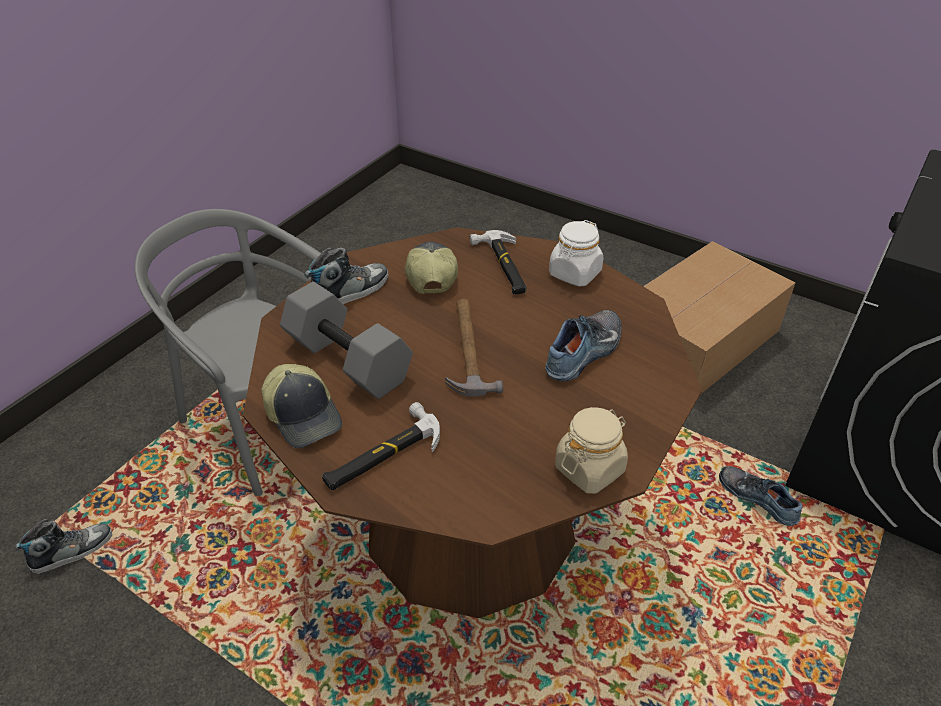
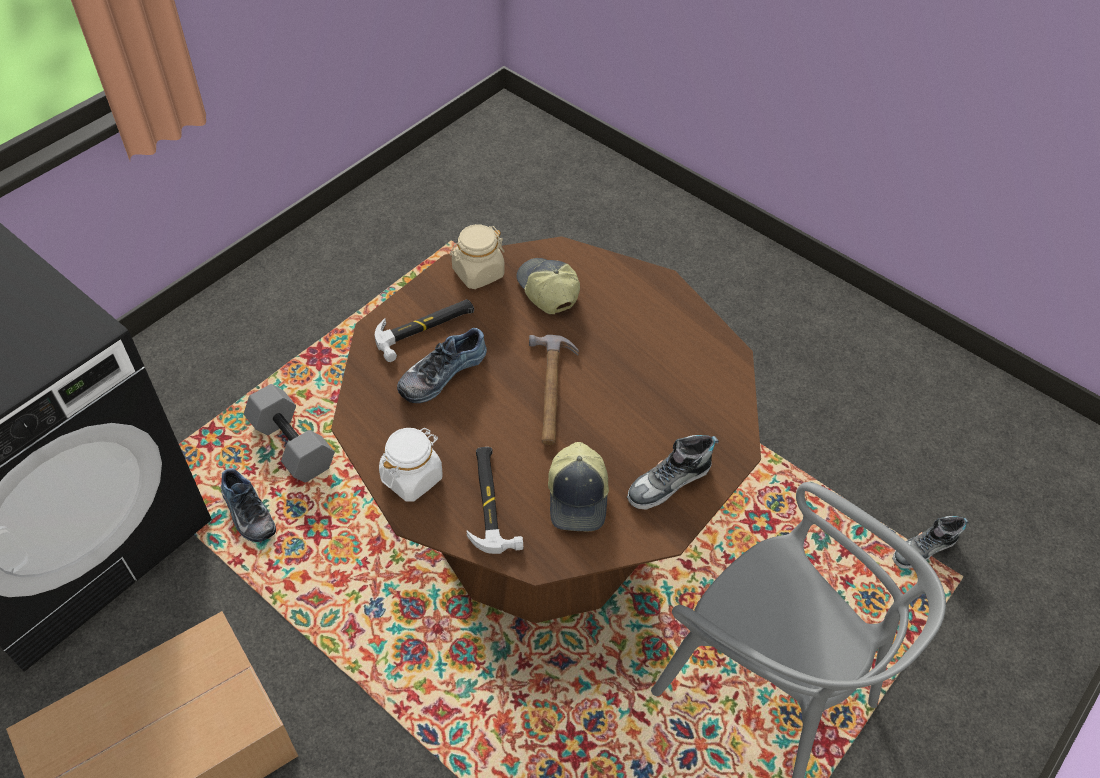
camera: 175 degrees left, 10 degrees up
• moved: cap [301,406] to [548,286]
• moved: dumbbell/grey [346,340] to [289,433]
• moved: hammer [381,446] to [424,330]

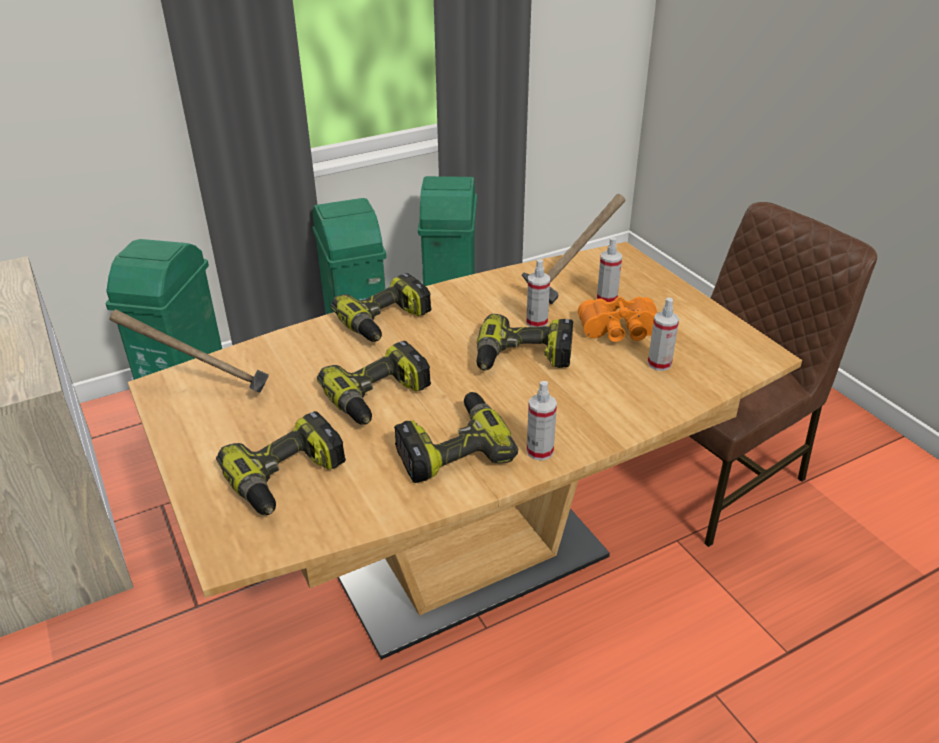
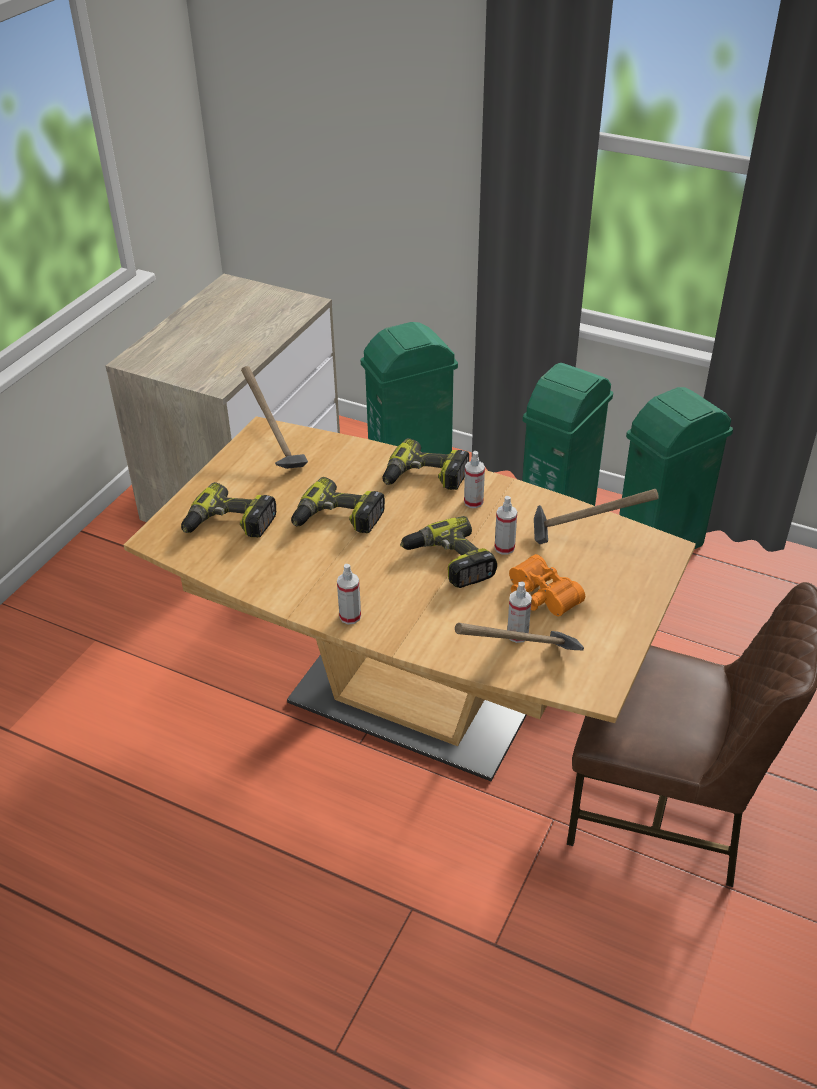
camera: 55 degrees right, 5 degrees up
• removed: power drill [456,437]
• added: hammer [519,636]
• moved: spray bottle [609,269] to [474,479]

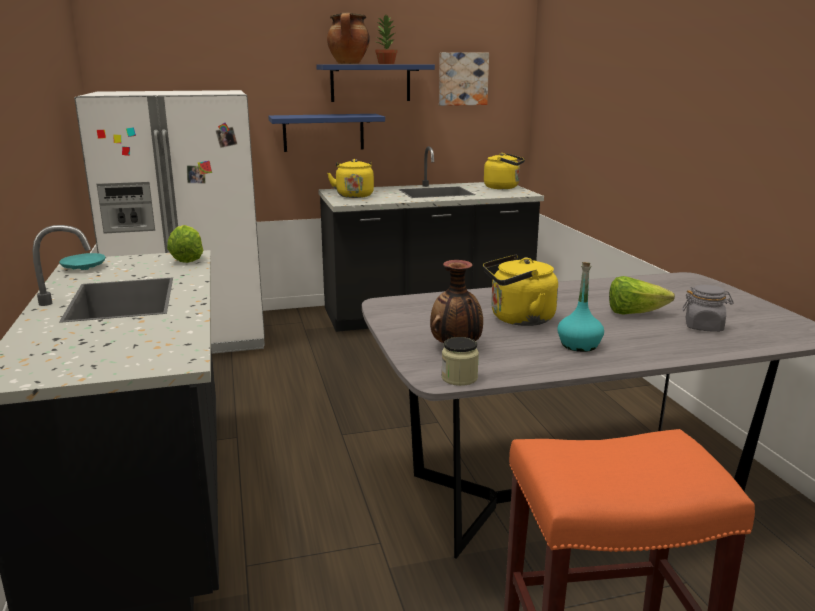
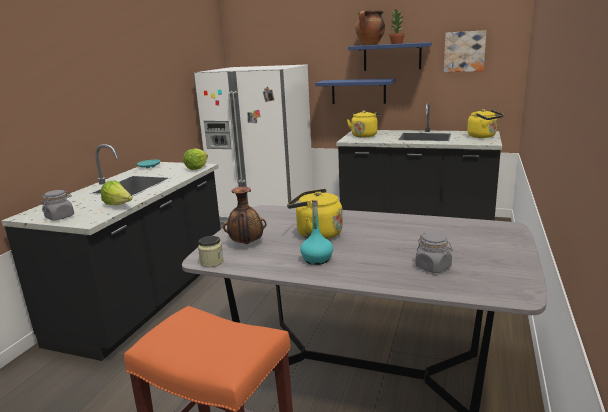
camera: 35 degrees right, 0 degrees up
• added: jar/grey [57,205]
• moved: lettuce [642,295] to [117,193]

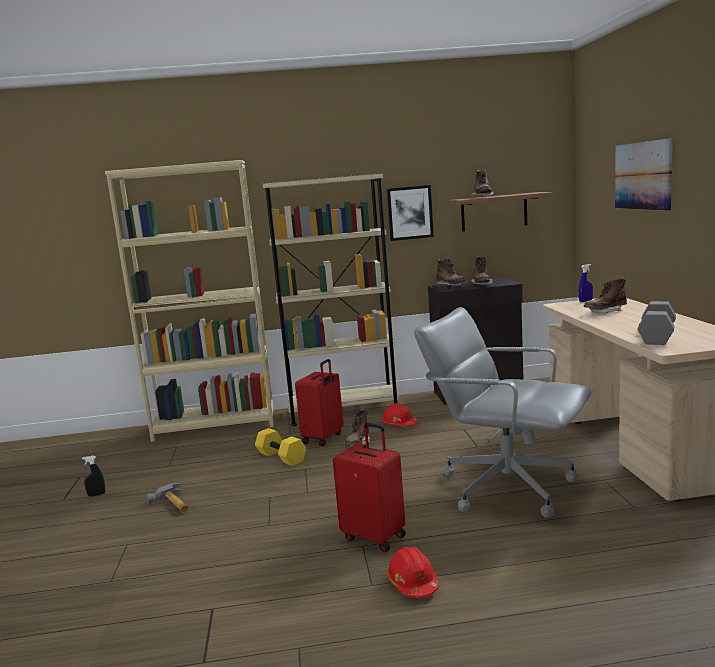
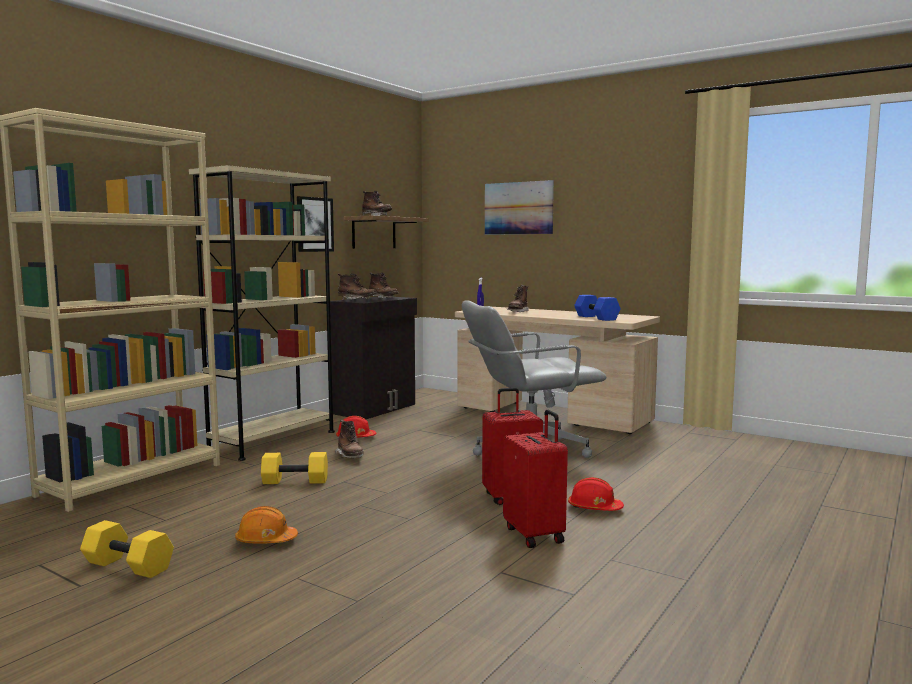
camera: 50 degrees left, 5 degrees down
• moved: suitcase/red [319,402] to [535,479]
• replaced: spray bottle/black [93,476] to dumbbell/yellow [127,549]
• replaced: hammer [166,497] to hard hat/orange [266,525]
• recoloured: dumbbell/grey [657,323] to dumbbell/blue [597,308]

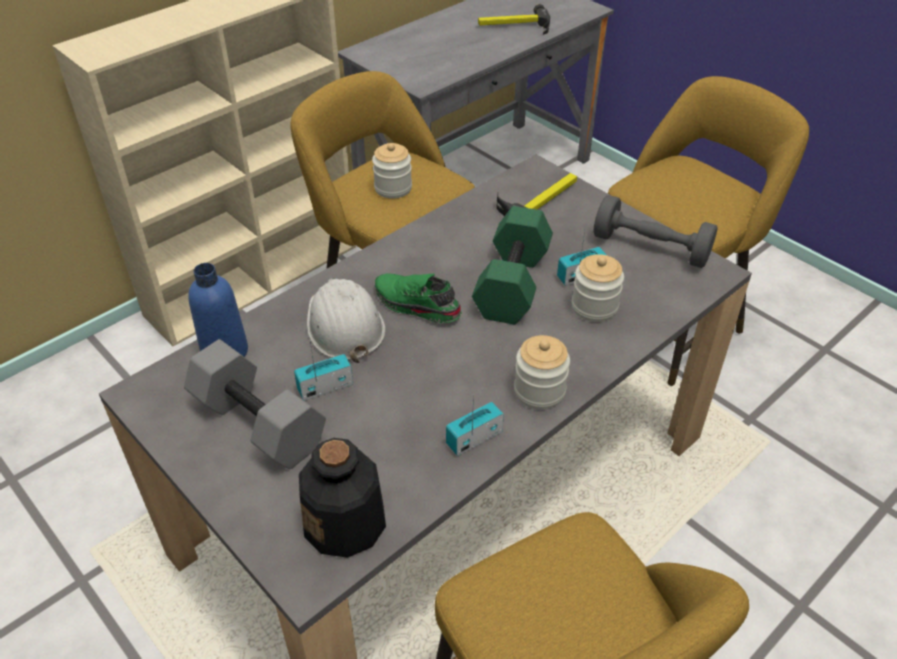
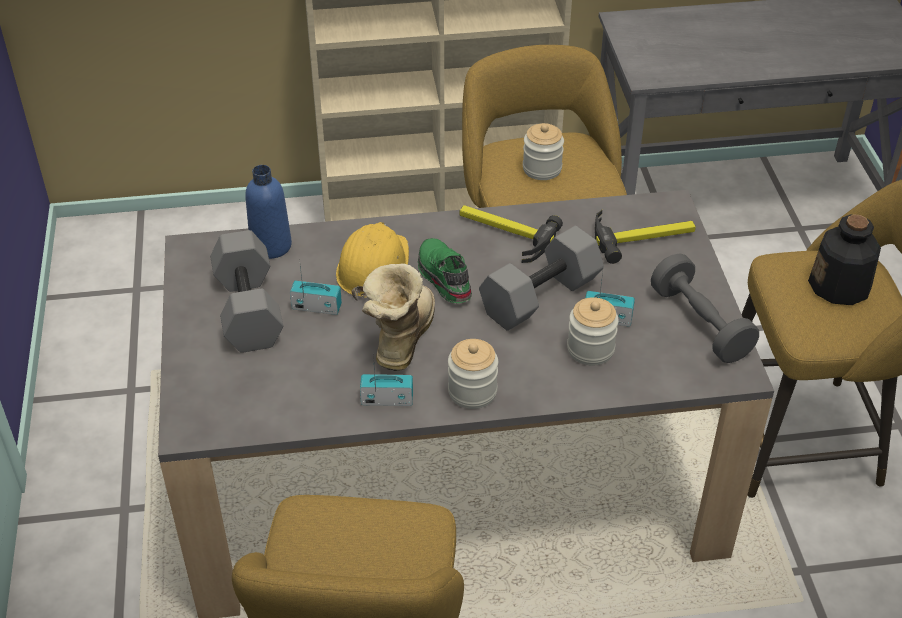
camera: 35 degrees right, 0 degrees up
• added: boot [398,317]
• moved: bottle [342,498] to [844,259]
• moved: hammer [514,19] to [511,234]
• recoloured: hard hat/white [346,320] to hard hat/yellow [372,261]
• recoloured: dumbbell/green [512,265] to dumbbell/grey [541,278]

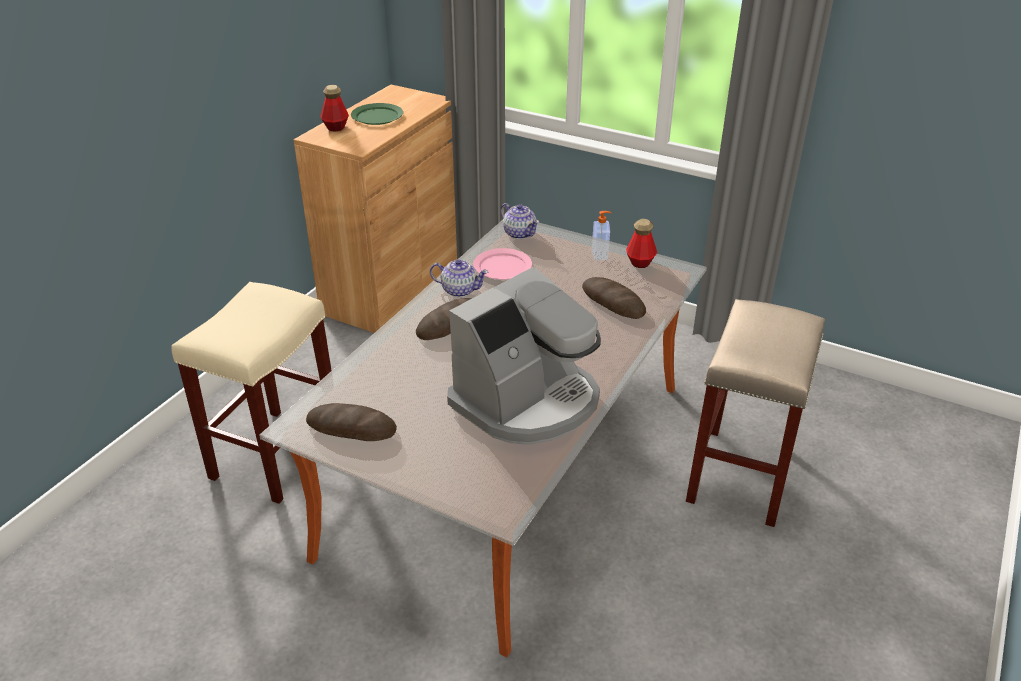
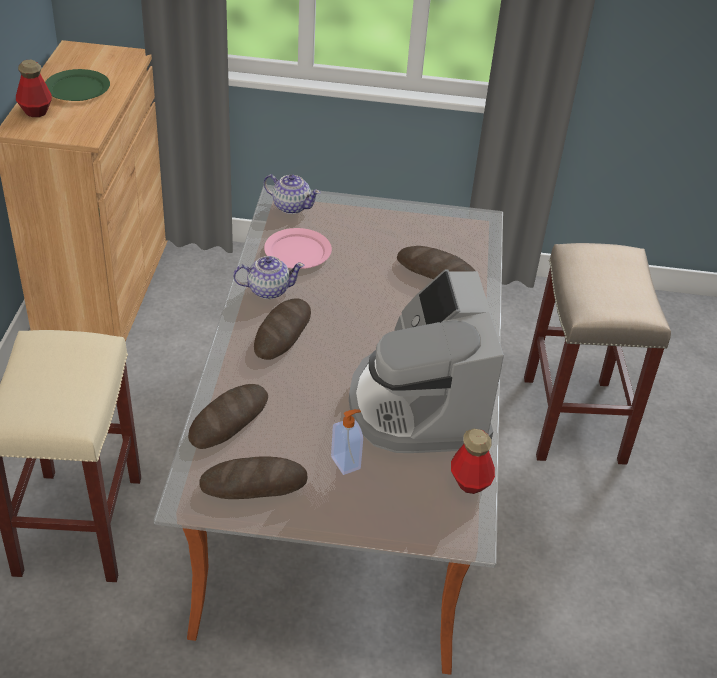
camera: 25 degrees left, 5 degrees up
• added: bread [228,416]
• moved: soap dispenser [601,236] to [347,442]
• moved: bottle [641,243] to [473,461]
• turned: coffee machine [524,356] = [426,361] 150 degrees clockwise

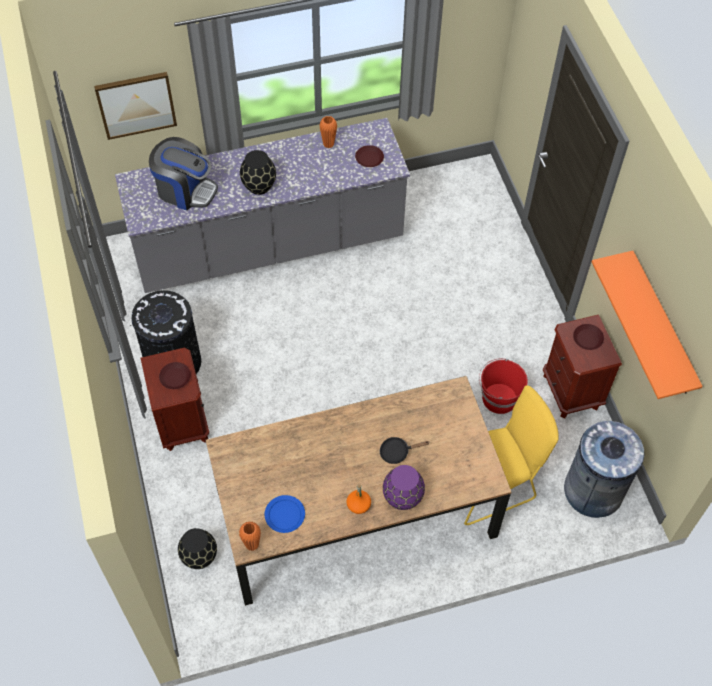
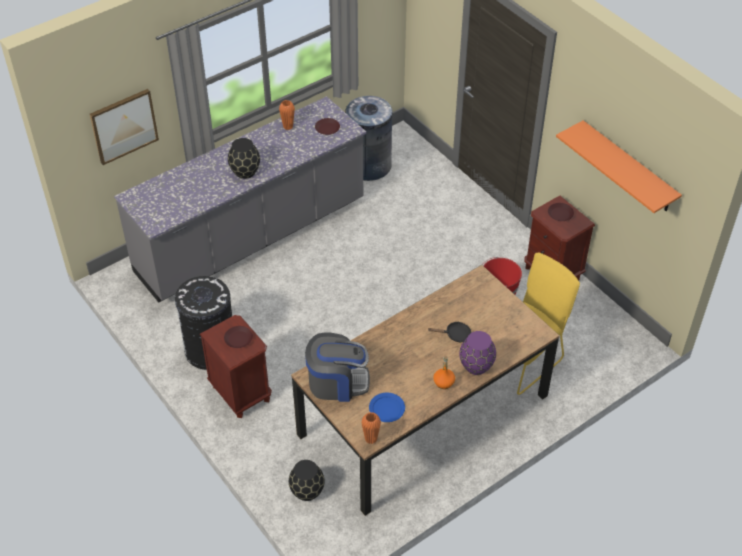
camera: 20 degrees left, 10 degrees down
• moved: coffee machine [183,173] to [337,367]
• moved: trash can/grey [604,469] to [369,138]
• turned: frying pan/black [404,450] = [450,332] 150 degrees counterclockwise

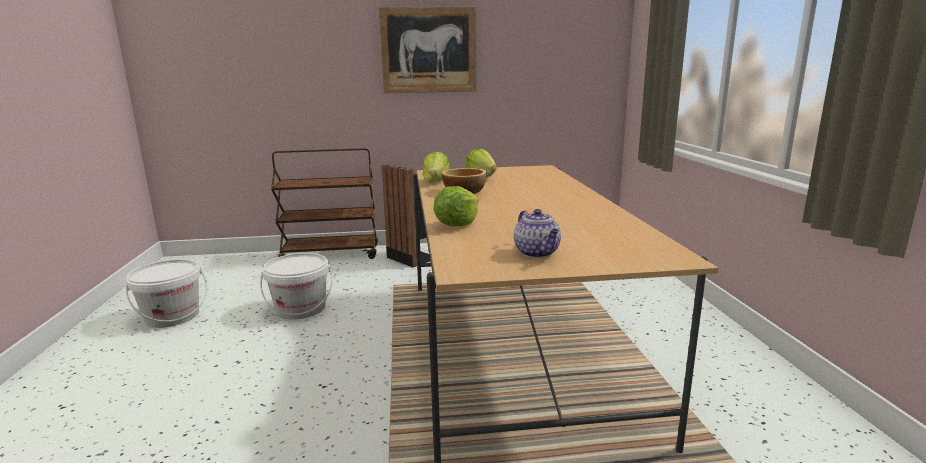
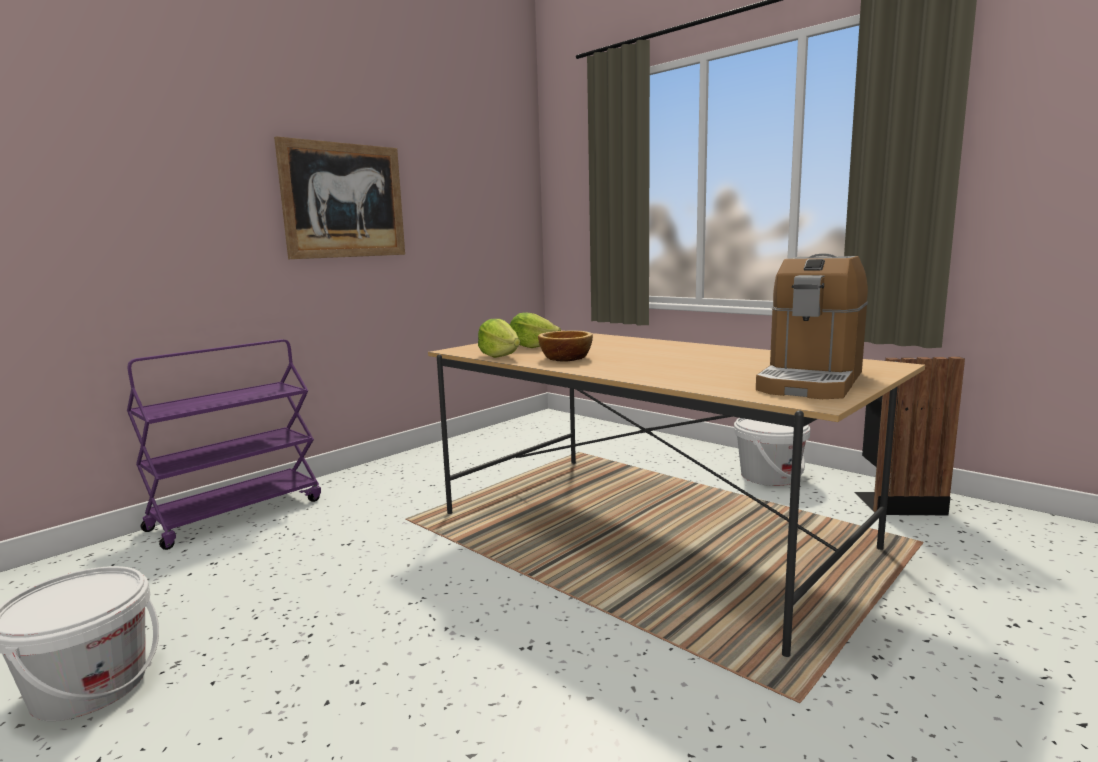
camera: 40 degrees left, 5 degrees down
• removed: lettuce [456,206]
• moved: bucket/white [296,286] to [772,452]
• moved: trash can/black [406,215] to [909,436]
• replaced: teapot [537,233] to coffee machine [812,326]
• recoloured: cart/brown [324,203] to cart/purple [224,444]

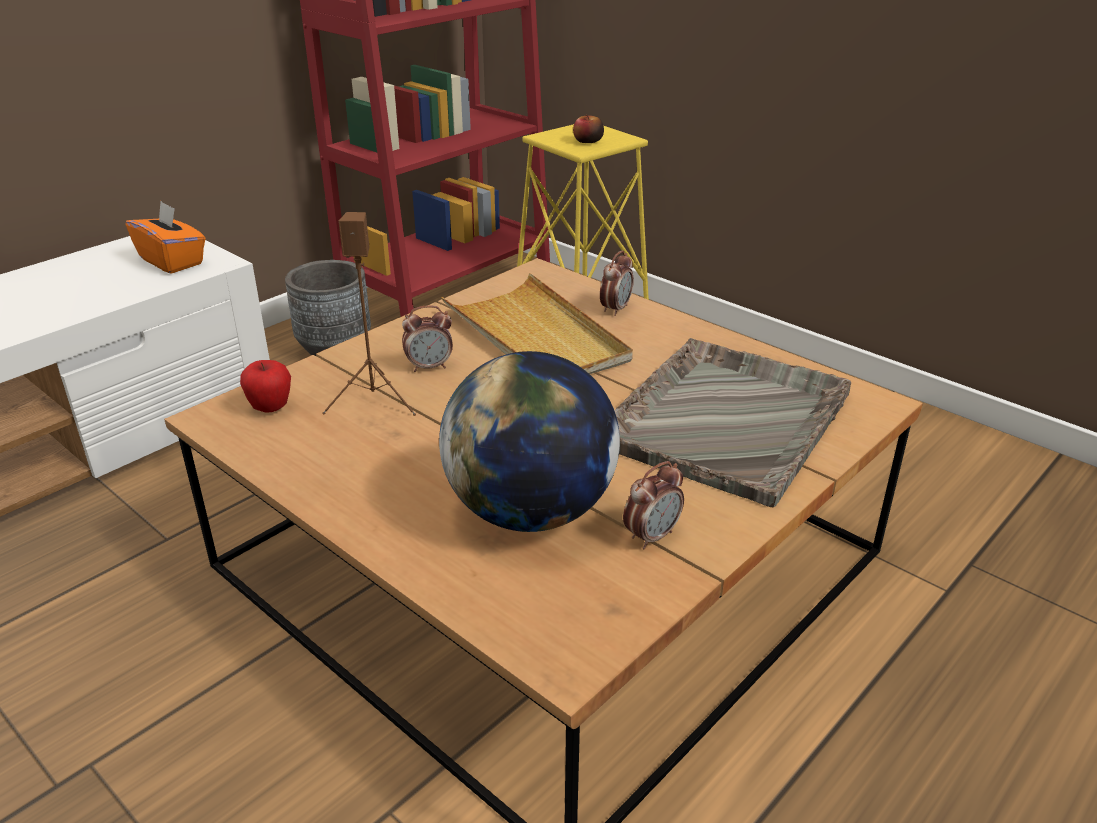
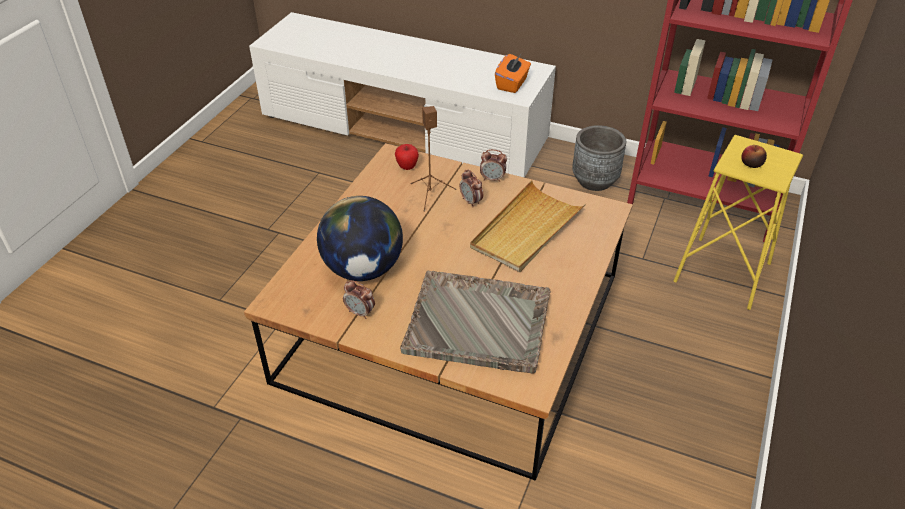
camera: 70 degrees right, 10 degrees up
• moved: alarm clock [617,283] to [493,165]

